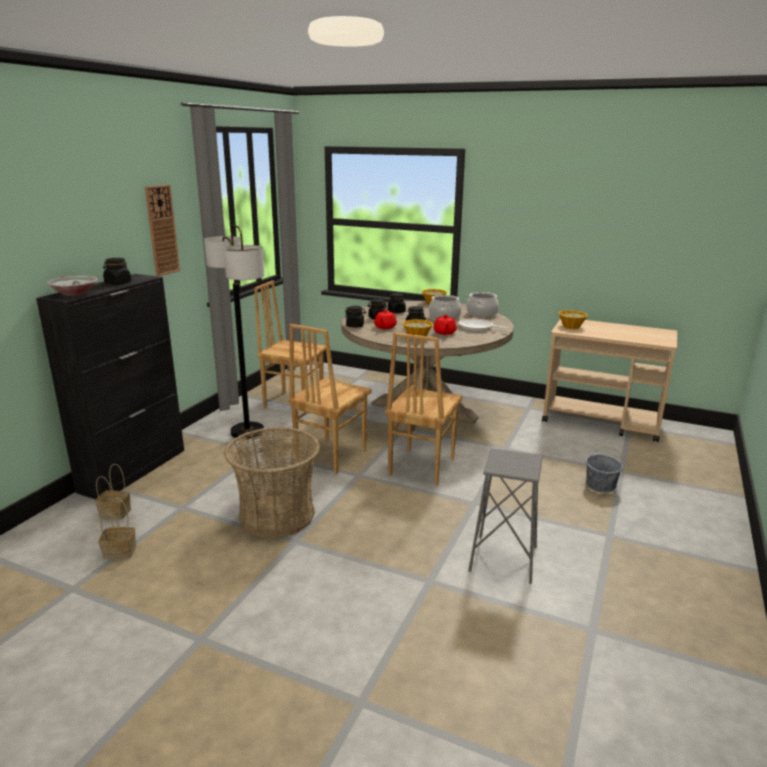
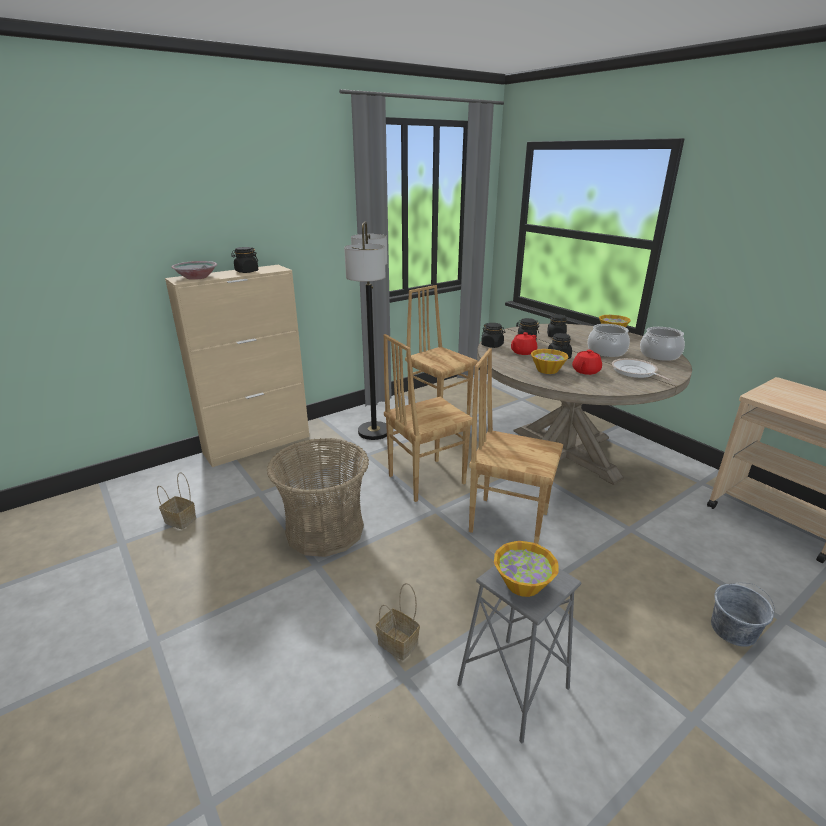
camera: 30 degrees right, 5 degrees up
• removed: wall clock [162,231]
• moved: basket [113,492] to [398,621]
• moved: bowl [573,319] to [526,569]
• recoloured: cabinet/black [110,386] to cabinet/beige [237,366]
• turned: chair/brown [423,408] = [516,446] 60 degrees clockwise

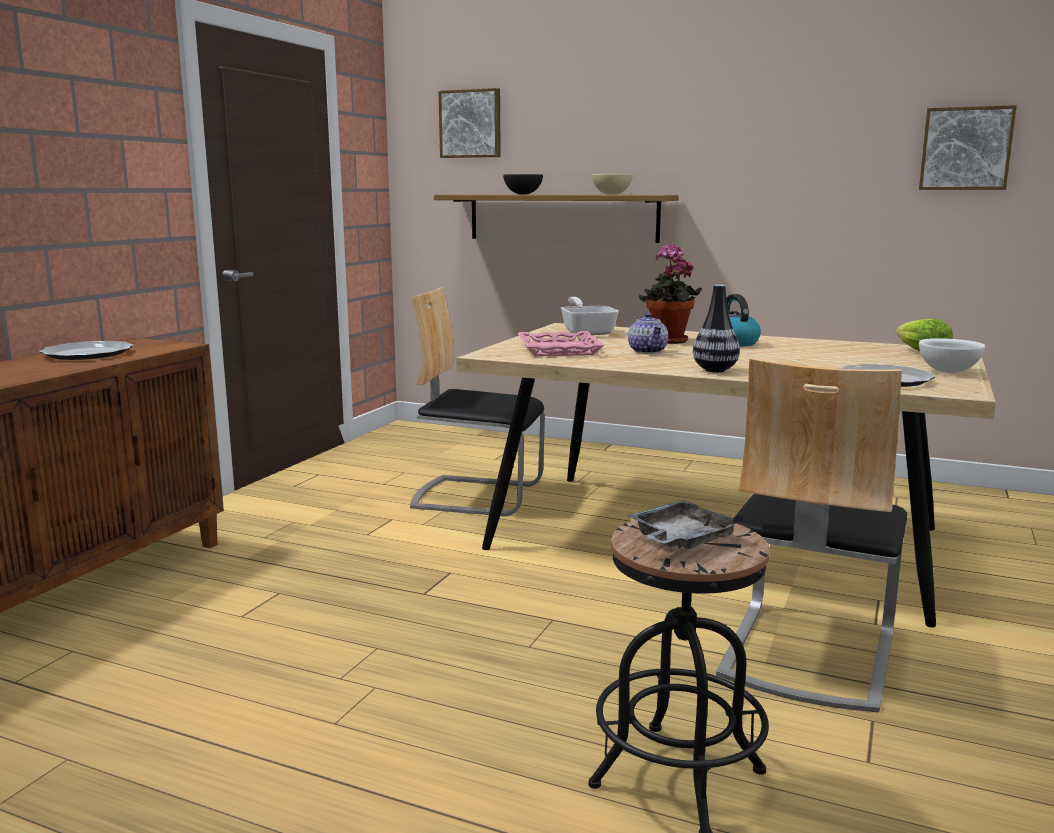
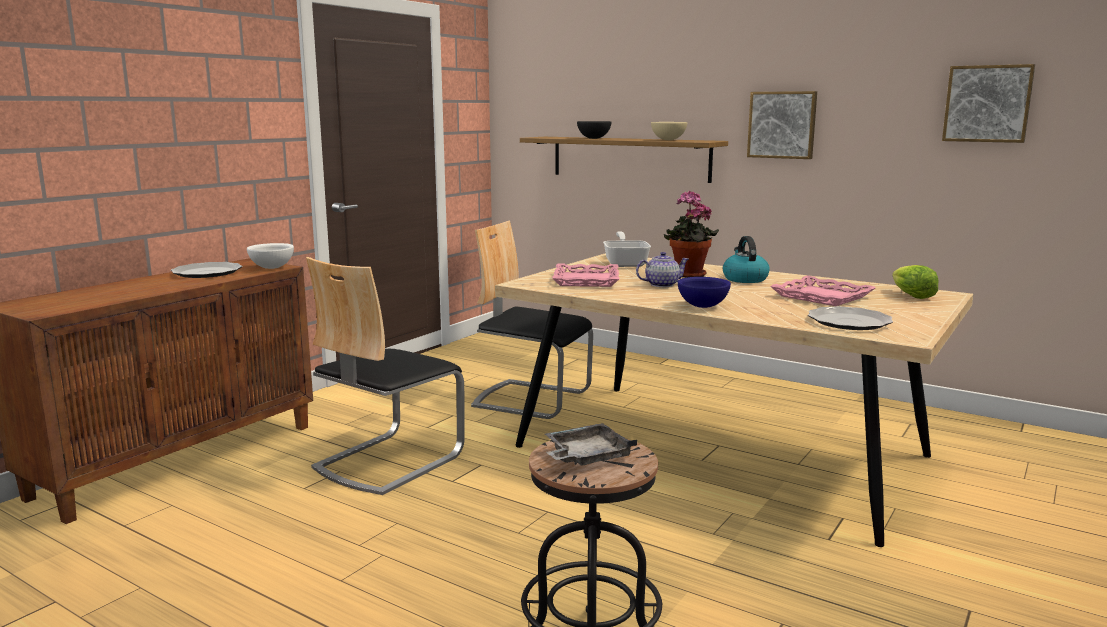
camera: 10 degrees right, 0 degrees up
• added: tray/pink [823,291]
• moved: picture [470,123] to [782,125]
• moved: chair [812,535] to [385,376]
• moved: bowl/white [952,355] to [270,256]
• replaced: vase [716,328] to bowl/blue [704,292]
• turned: teapot [648,333] = [662,269] 105 degrees counterclockwise

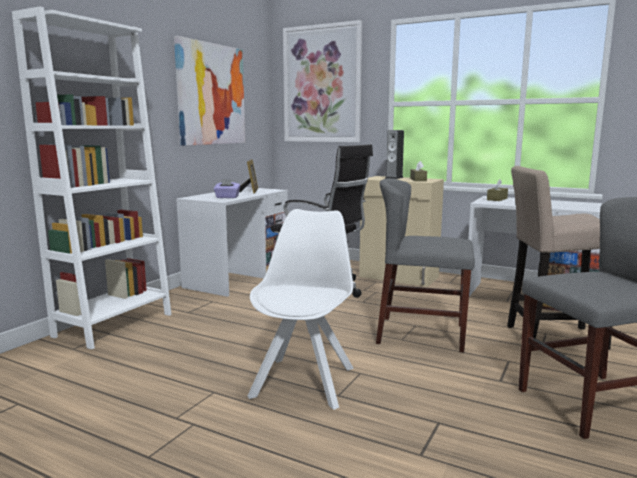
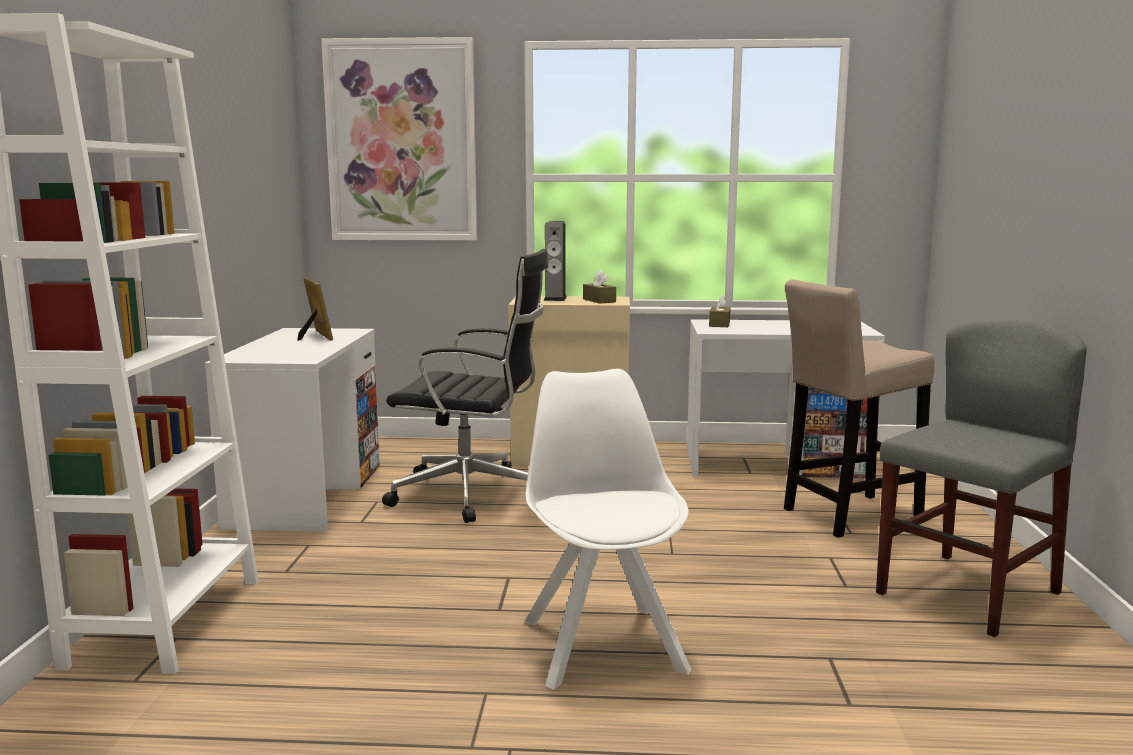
camera: 25 degrees left, 0 degrees up
• removed: picture [209,91]
• removed: tissue box/purple [227,188]
• removed: chair/grey [425,265]

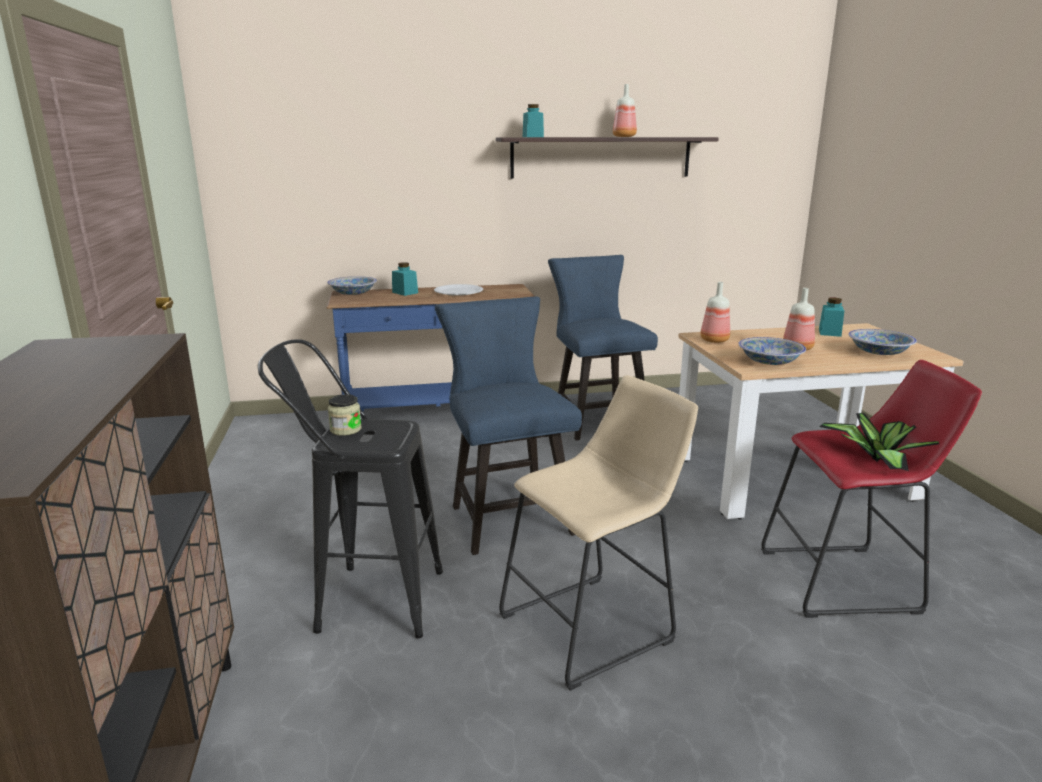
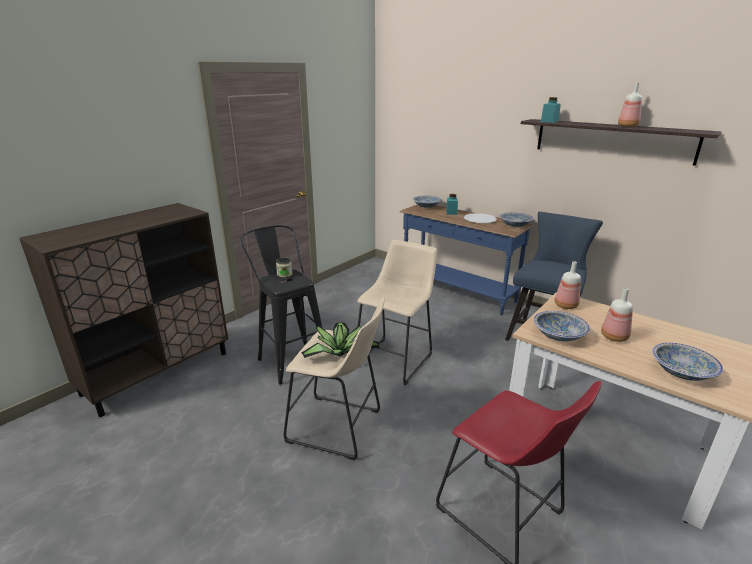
camera: 50 degrees right, 5 degrees up
• removed: jar/turquoise [831,317]
• added: bowl [517,219]
• moved: potted plant [879,442] to [341,340]
• replaced: chair/blue [508,425] to stool/beige [397,312]

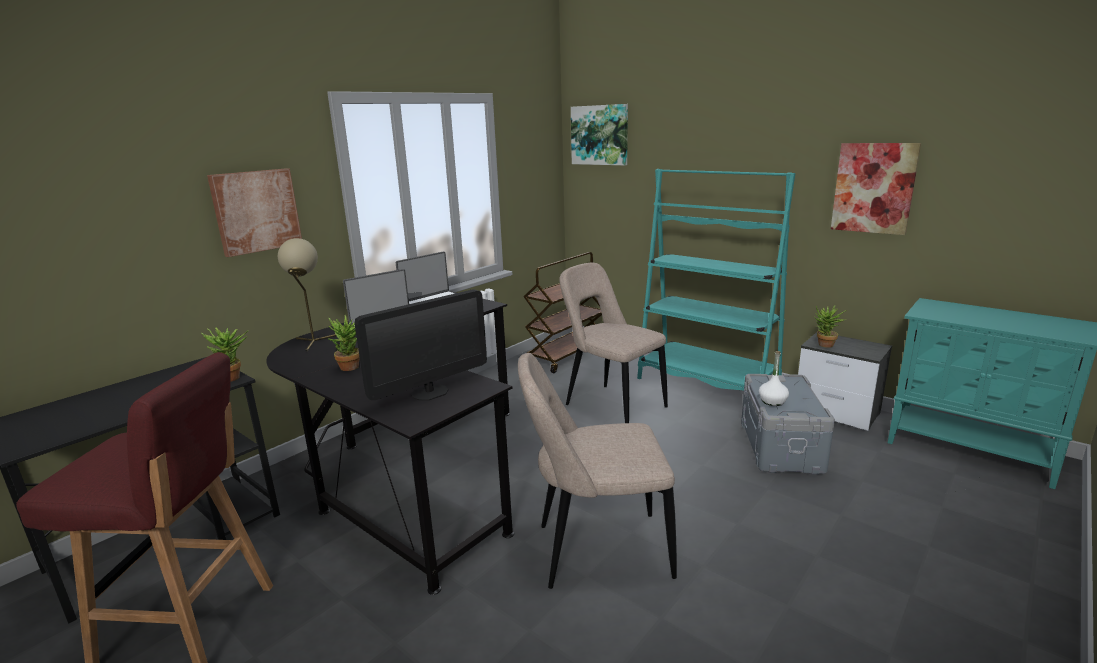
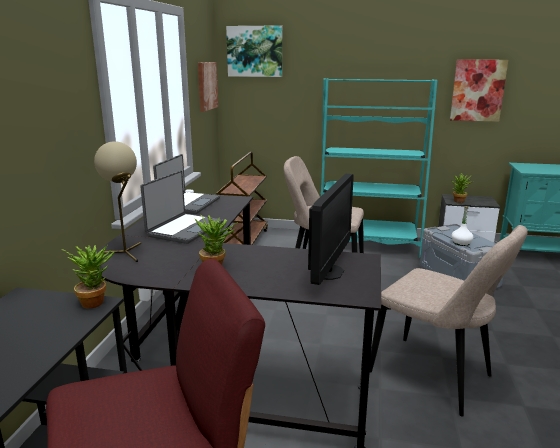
camera: 30 degrees left, 0 degrees up
• moved: picture [254,212] to [208,87]
• turned: chair/beige [597,471] = [449,321] 105 degrees counterclockwise

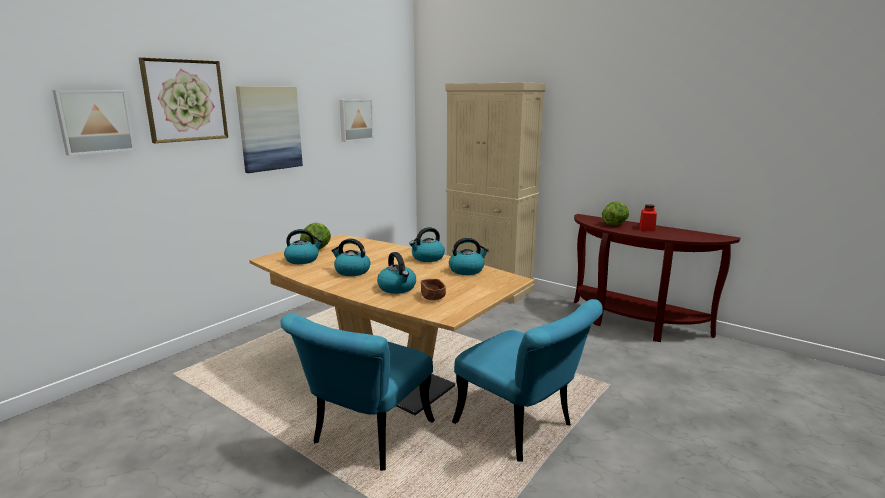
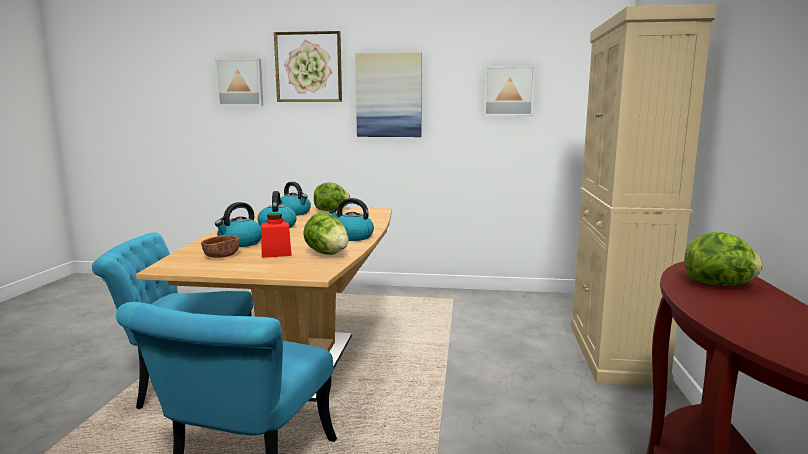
camera: 60 degrees right, 5 degrees down
• moved: jar/red [648,217] to [276,235]
• replaced: kettle [469,256] to lettuce [326,233]

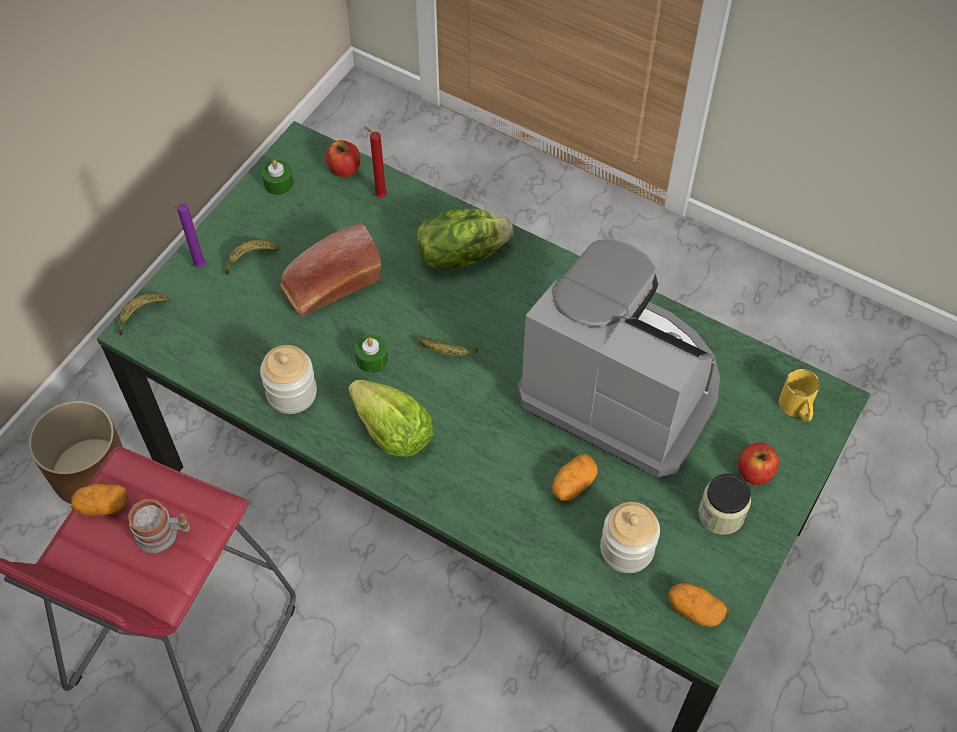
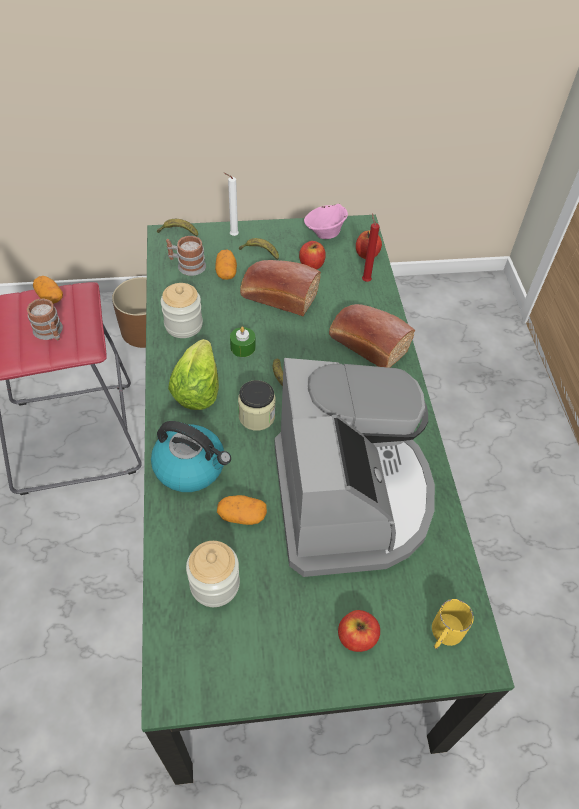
camera: 50 degrees right, 5 degrees down
• added: kettle [191,456]
• added: mug [186,256]
• added: apple [312,255]
• moved: potato [697,605] to [226,265]
• moved: jar [724,504] to [257,405]
• replaced: candle/green [277,177] to bowl/pink [326,221]
• replaced: lettuce [464,239] to bread [372,336]
• recoloured: candle/purple [189,235] to candle/white [231,204]

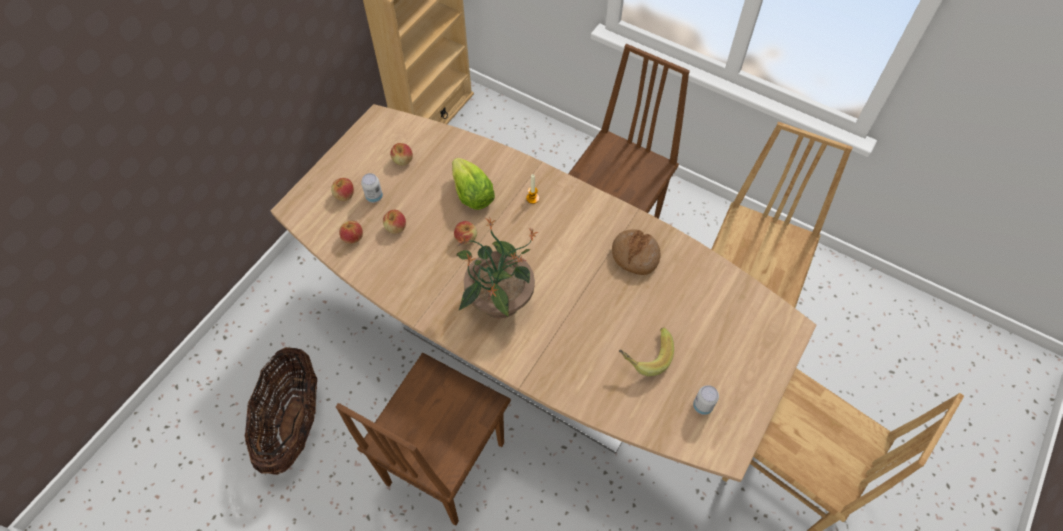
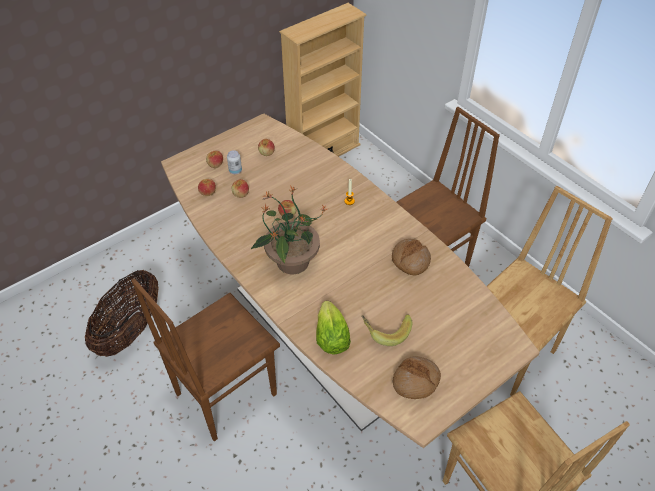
camera: 20 degrees right, 10 degrees down
• moved: lettuce [473,184] to [333,328]
• replaced: can [706,400] to bread [416,377]

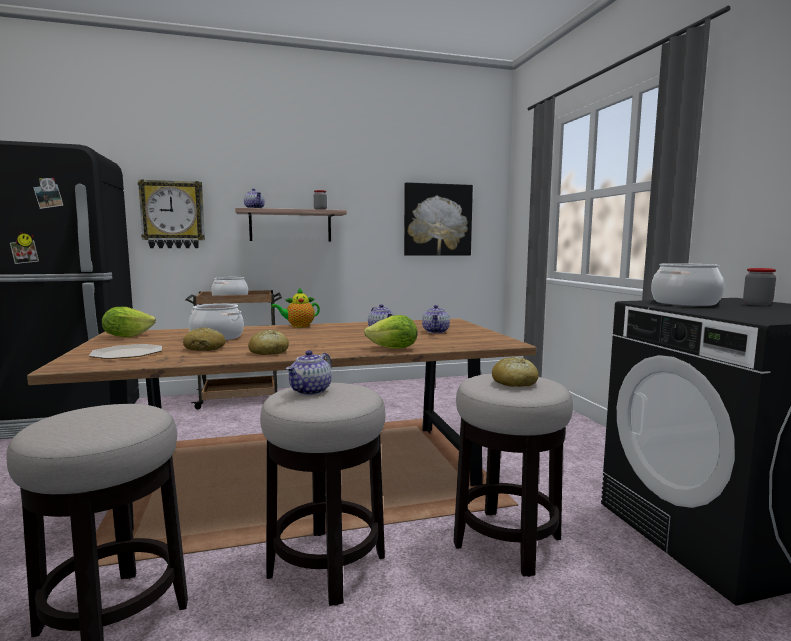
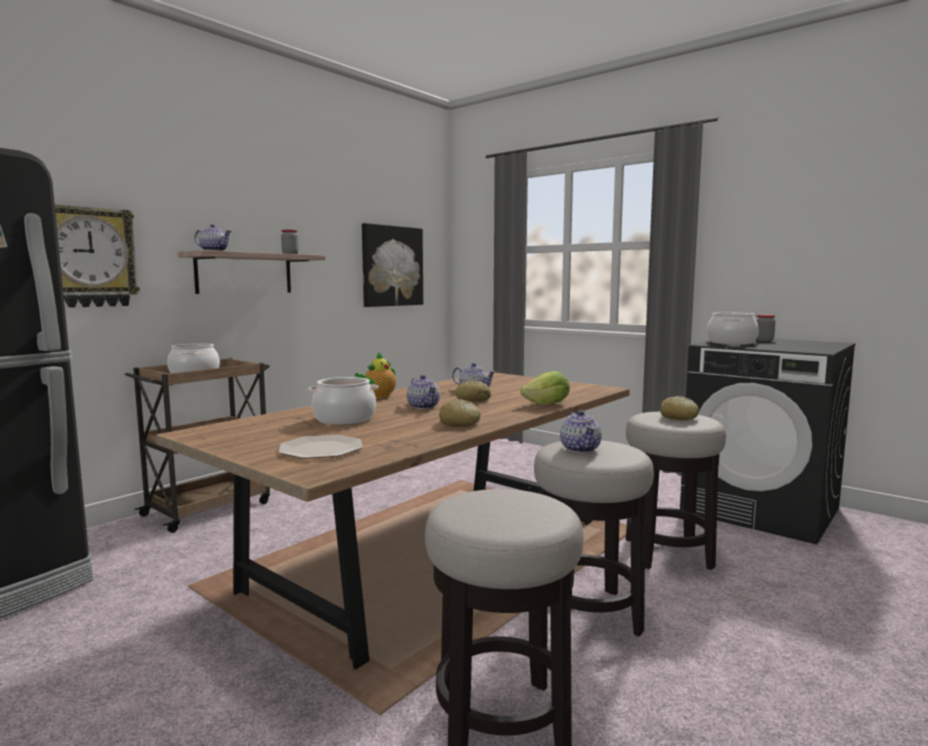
camera: 35 degrees left, 0 degrees up
• removed: lettuce [129,322]
• moved: bread [204,339] to [473,391]
• moved: teapot [436,319] to [423,392]

